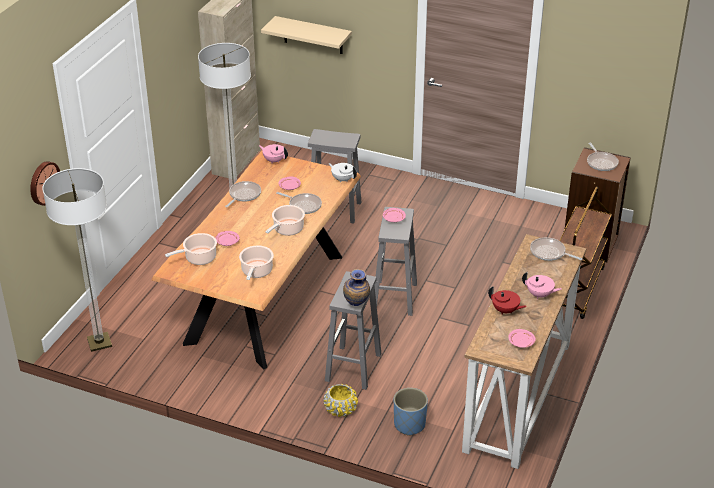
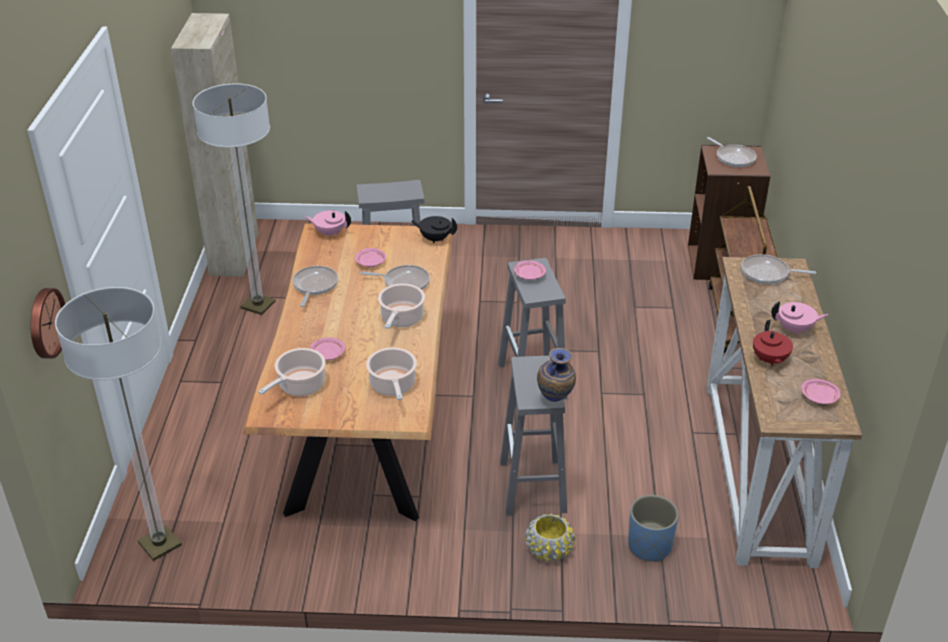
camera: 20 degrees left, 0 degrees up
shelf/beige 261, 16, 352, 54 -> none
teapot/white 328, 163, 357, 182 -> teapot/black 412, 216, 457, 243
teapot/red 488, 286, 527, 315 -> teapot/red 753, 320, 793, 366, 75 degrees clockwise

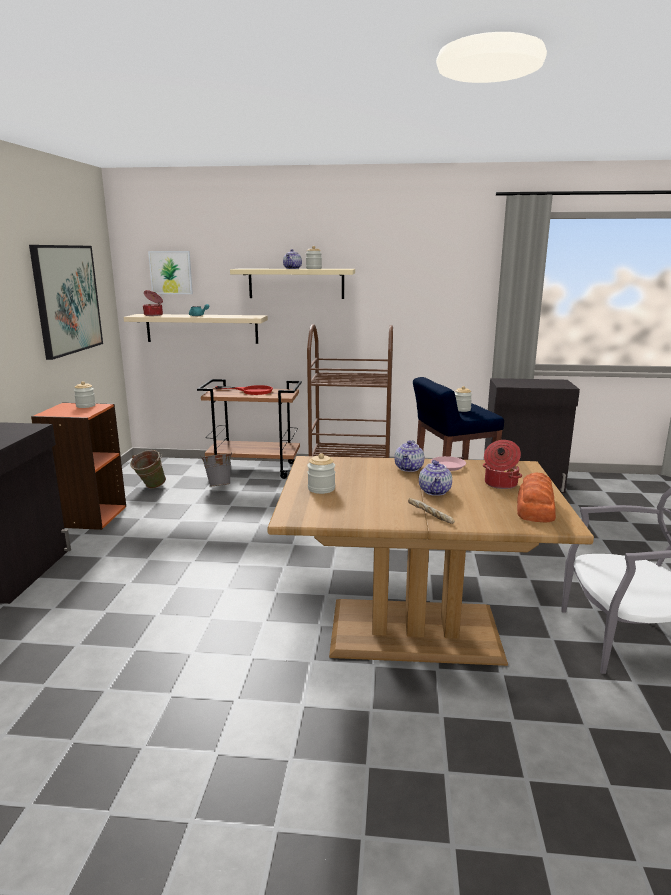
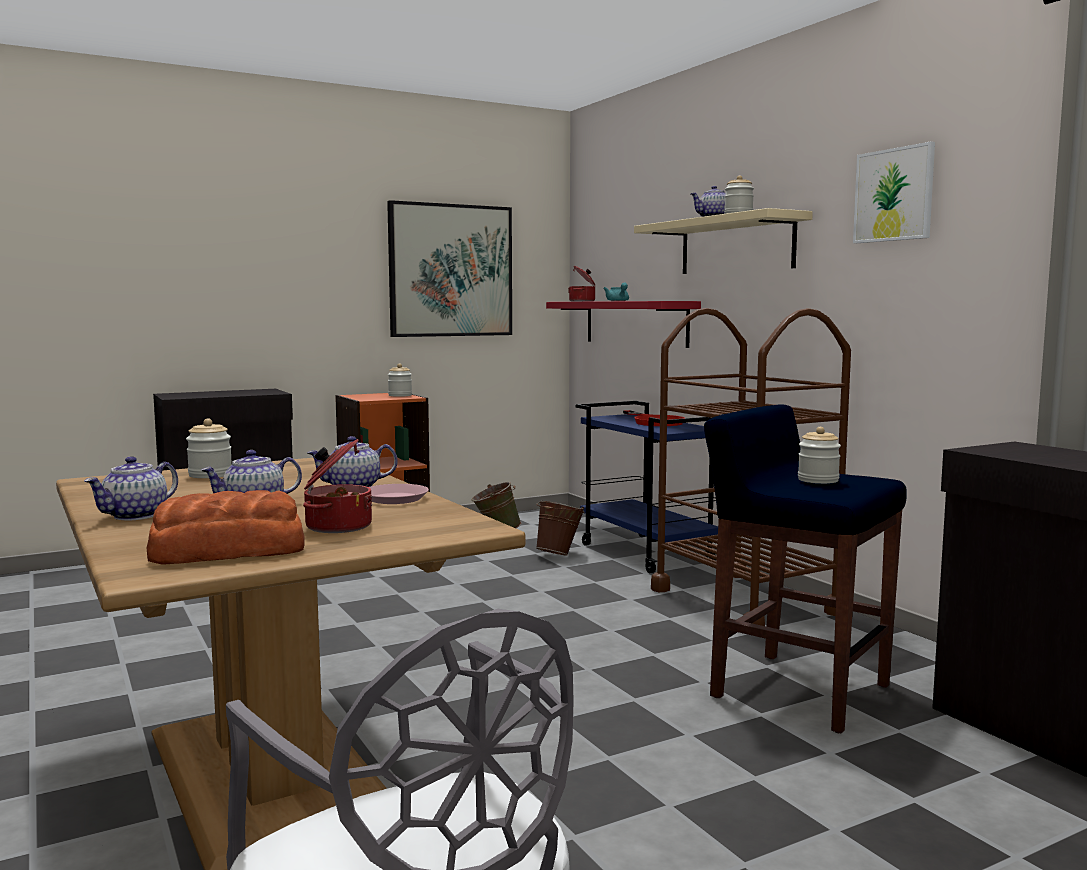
camera: 55 degrees right, 10 degrees down
picture 148, 251, 193, 294 -> picture 853, 141, 935, 243, relocated
shelf/beige 124, 314, 268, 344 -> shelf/red 546, 301, 701, 348
cart/brown 197, 379, 302, 479 -> cart/blue 576, 401, 718, 573
bucket/grey 201, 452, 233, 487 -> bucket/brown 536, 501, 584, 556
bread 408, 498, 455, 524 -> teapot 84, 456, 178, 520

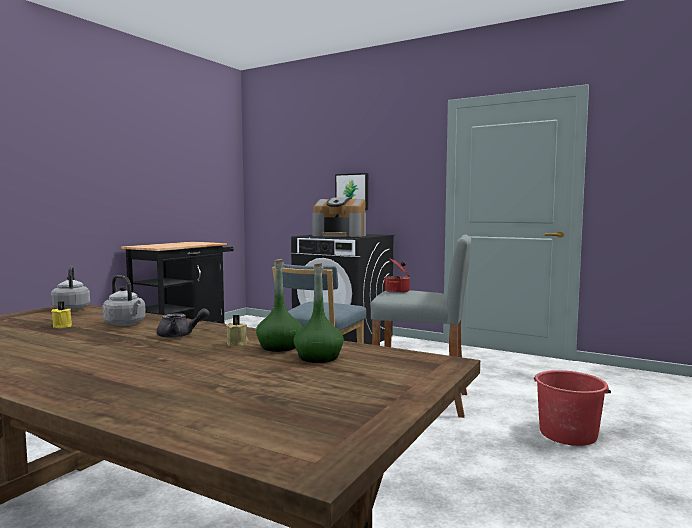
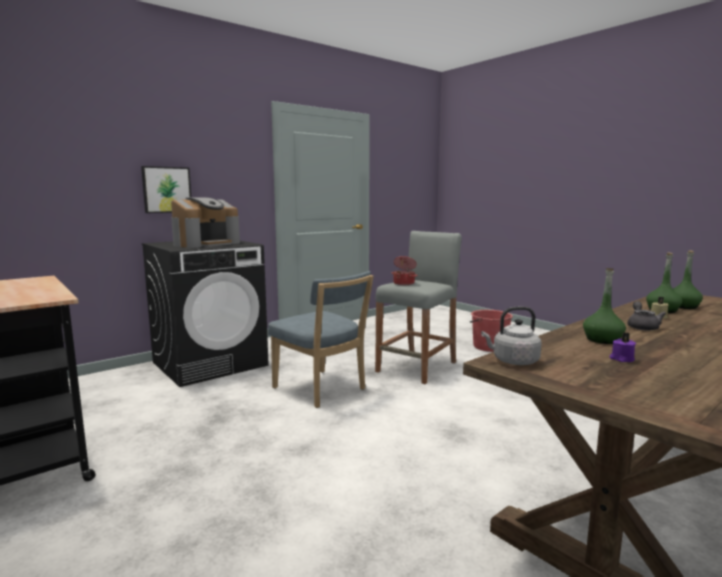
camera: 70 degrees left, 5 degrees up
kettle/grey 102, 275, 146, 326 -> bottle/green 583, 268, 626, 344
candle/yellow 51, 301, 72, 328 -> candle/purple 610, 332, 636, 362

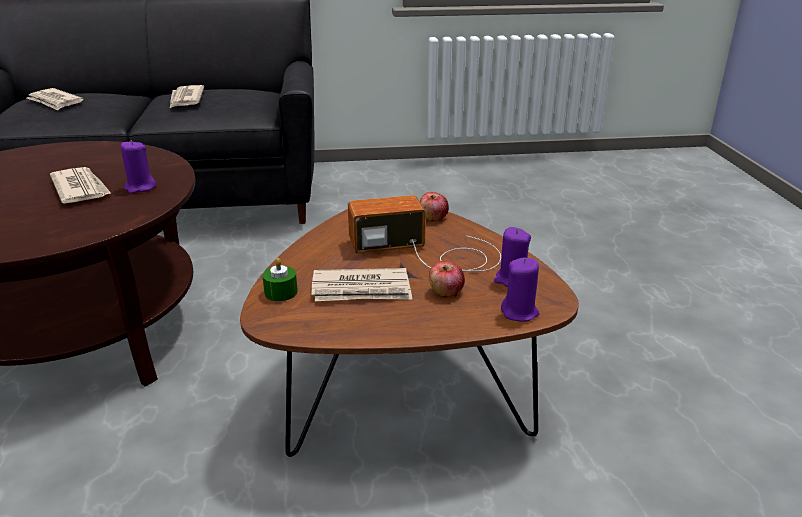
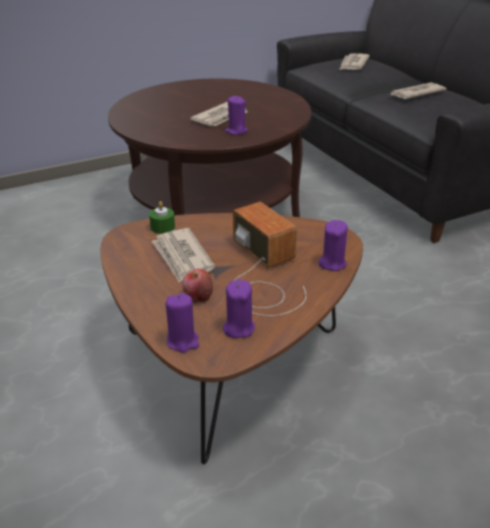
camera: 70 degrees right, 5 degrees up
apple 420, 192, 449, 222 -> candle/purple 319, 220, 348, 271

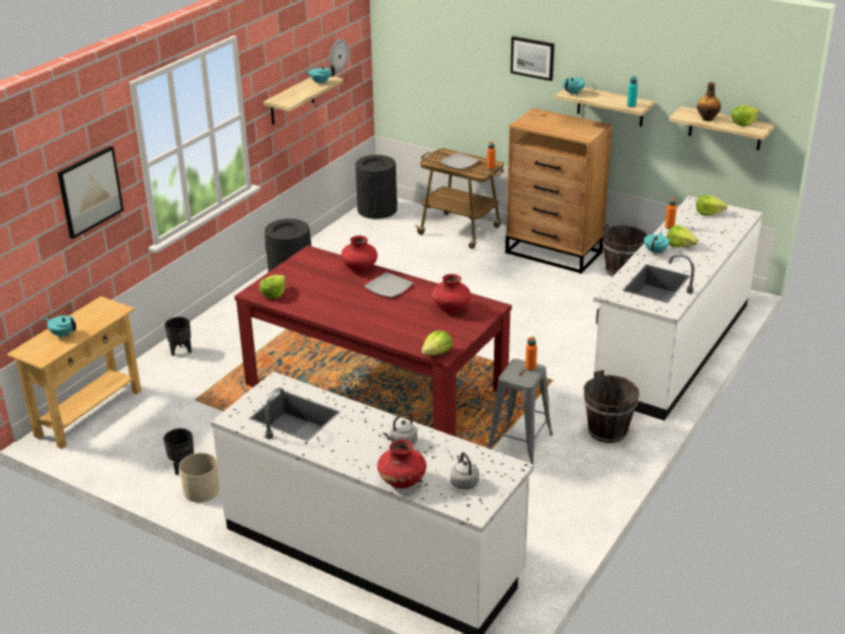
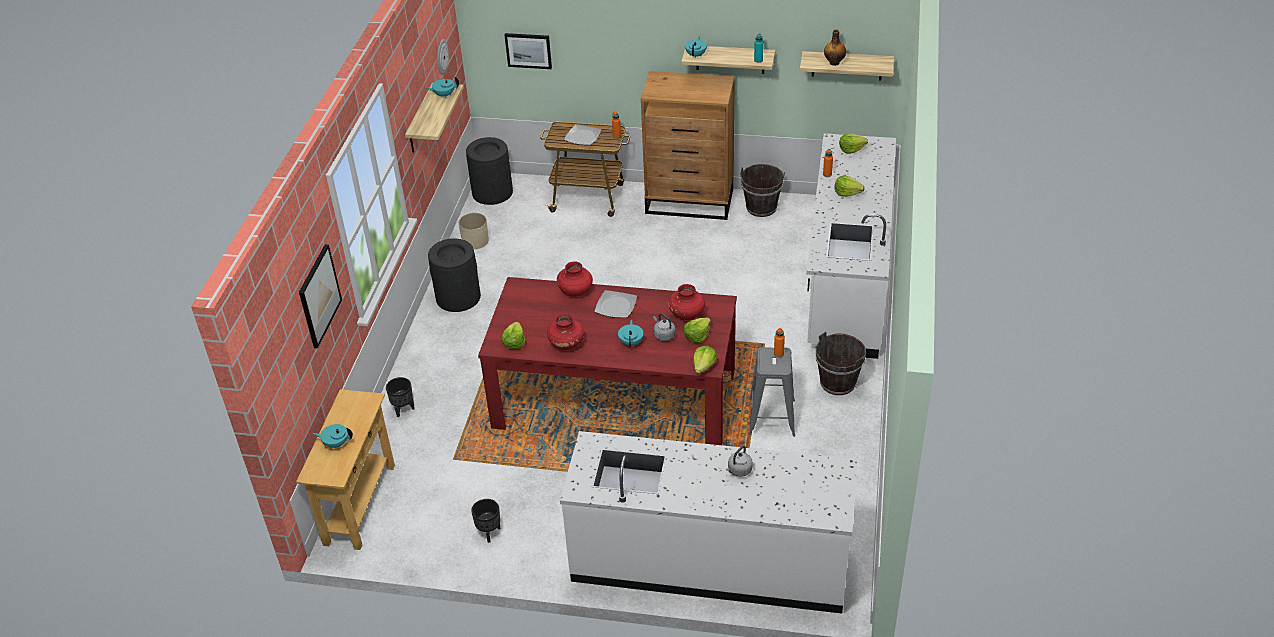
camera: 20 degrees left, 10 degrees up
picture 510, 36, 554, 81 -> picture 505, 33, 552, 69, relocated
lettuce 731, 106, 760, 127 -> lettuce 683, 318, 711, 343, relocated
teapot/turquoise 644, 232, 670, 255 -> teapot/turquoise 618, 320, 644, 348, relocated
vase/red 377, 440, 426, 489 -> vase/red 547, 314, 585, 350, relocated
kettle/grey 451, 452, 479, 490 -> kettle/grey 653, 313, 676, 341, relocated
planter/beige 179, 453, 220, 502 -> planter/beige 459, 213, 489, 249, relocated

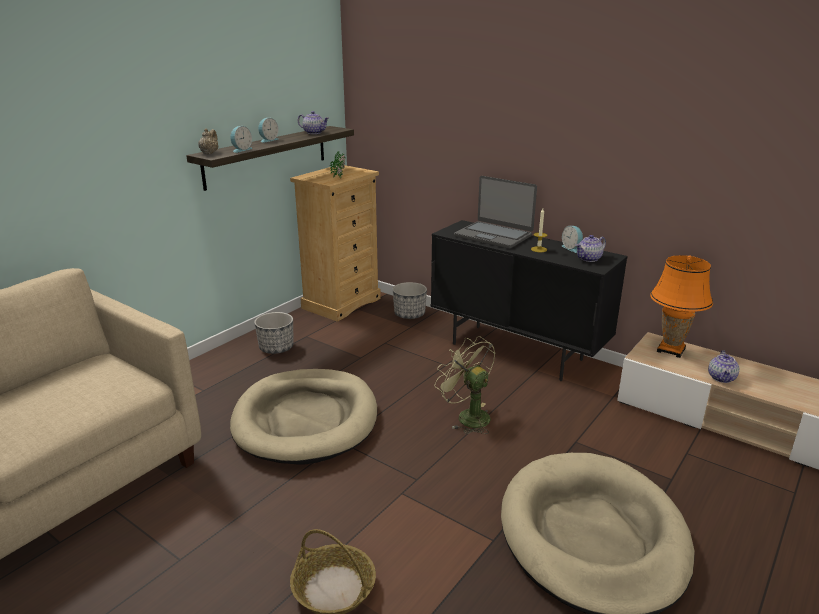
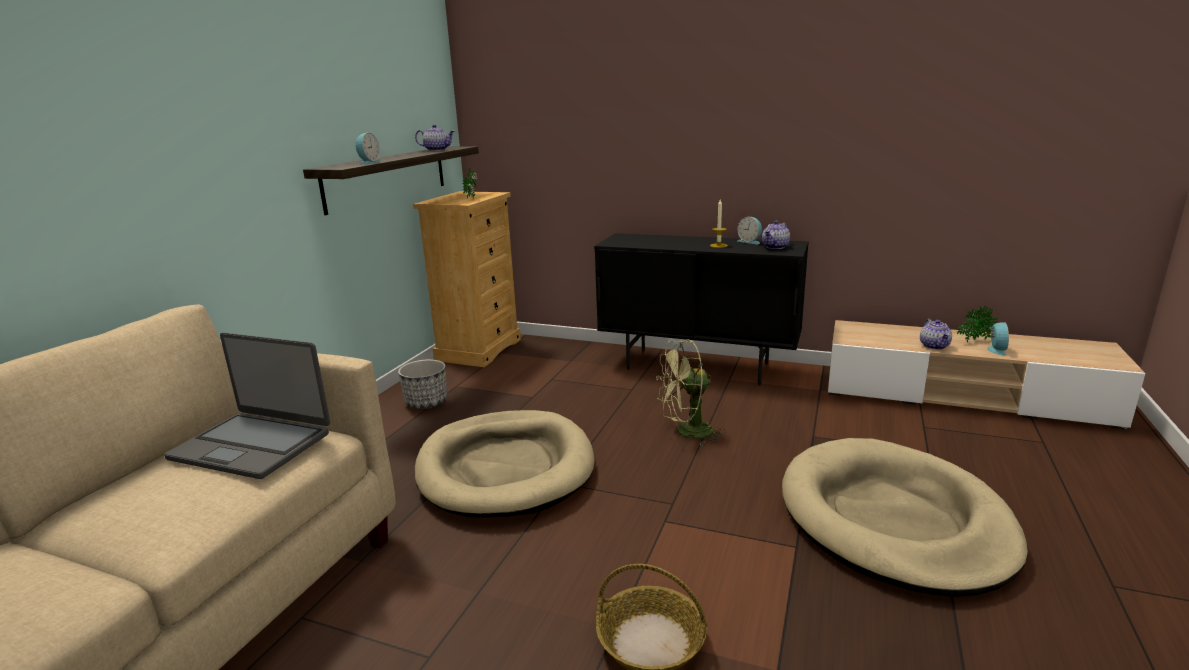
camera: 15 degrees left, 5 degrees down
alarm clock 258, 118, 278, 143 -> alarm clock 987, 322, 1009, 356, relocated
teapot/beige 198, 128, 219, 154 -> none
laptop 454, 176, 537, 249 -> laptop 164, 333, 330, 479, relocated
table lamp/orange 650, 255, 713, 358 -> none
planter 393, 282, 427, 319 -> none
fan/green 434, 336, 495, 434 -> fan/green 657, 340, 726, 446, 45 degrees counterclockwise
none -> potted plant 957, 306, 998, 342

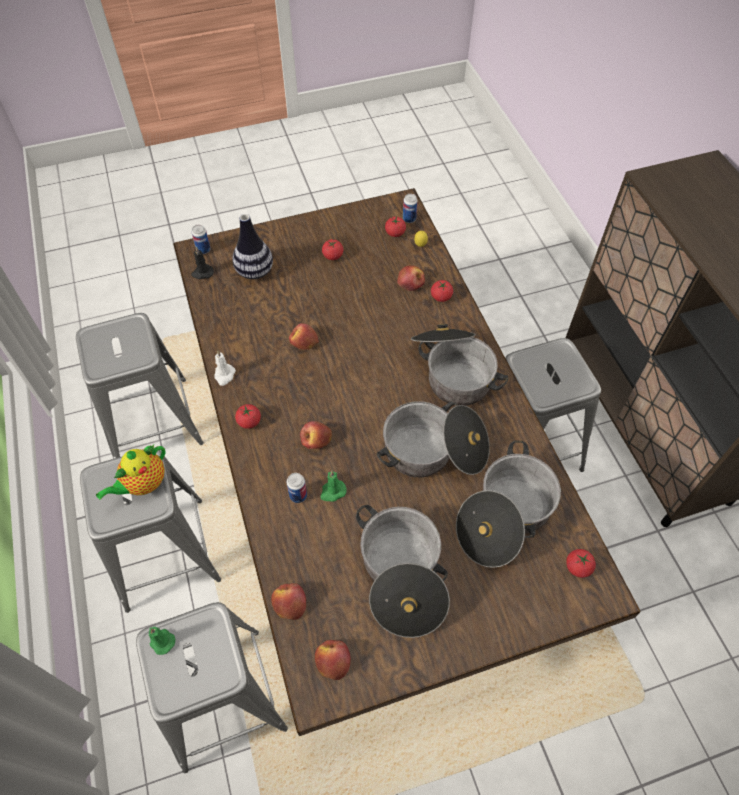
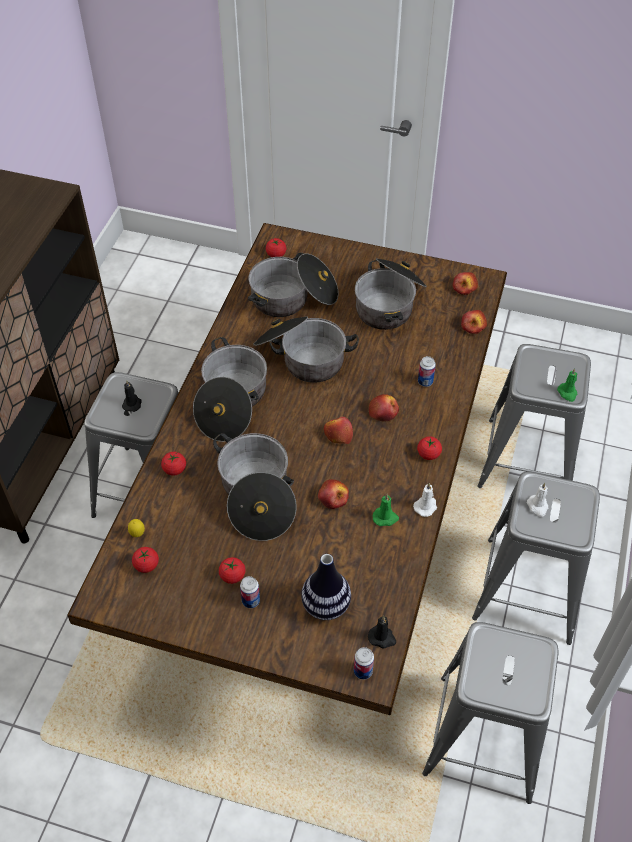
camera: 145 degrees left, 5 degrees down
can 403, 194, 418, 223 -> can 240, 576, 260, 608, relocated
apple 397, 265, 425, 291 -> apple 324, 417, 353, 444, relocated
teapot 96, 445, 166, 500 -> candle/white 527, 483, 548, 517
candle/green 320, 471, 346, 502 -> candle/green 373, 494, 399, 526, relocated
none -> candle/black 122, 381, 141, 412
none -> cooking pot 213, 433, 297, 541

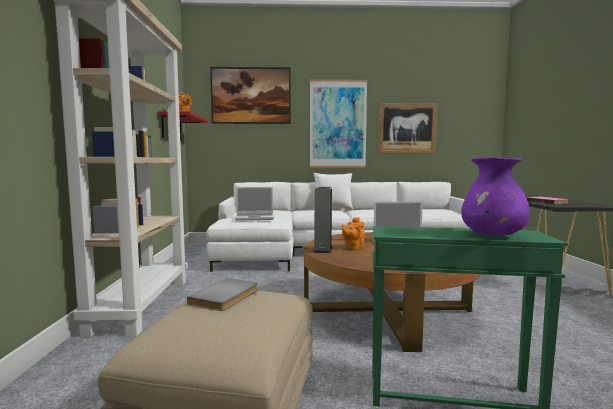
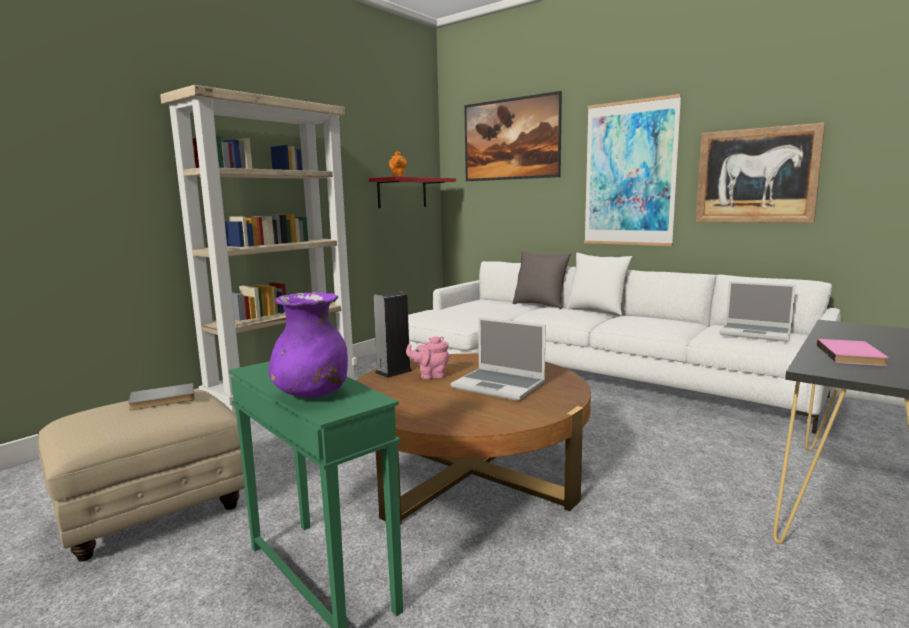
camera: 40 degrees right, 5 degrees up
laptop 235, 187, 274, 221 -> laptop 719, 281, 796, 342, relocated
teapot/orange 342, 217, 365, 250 -> teapot/pink 406, 336, 450, 379
none -> pillow/grey 512, 251, 571, 309

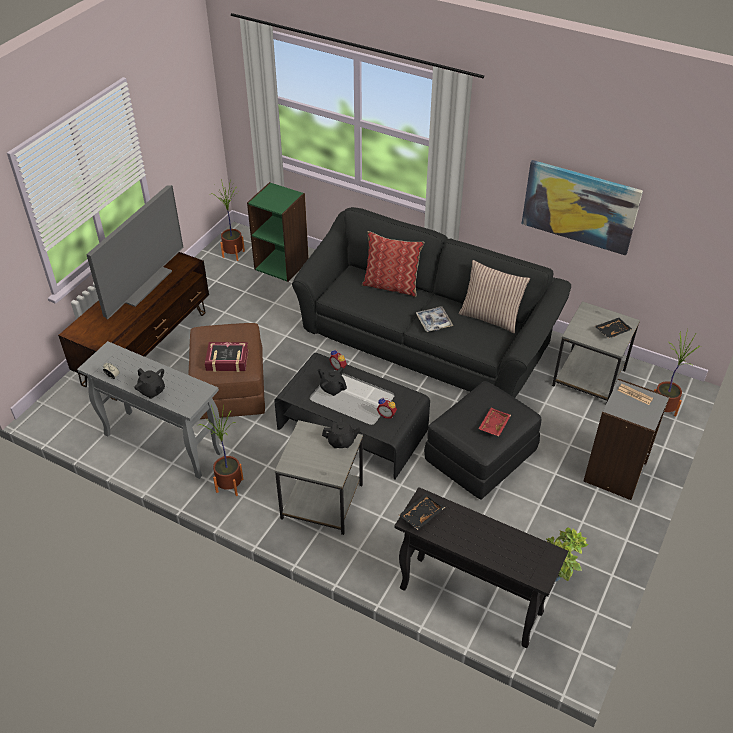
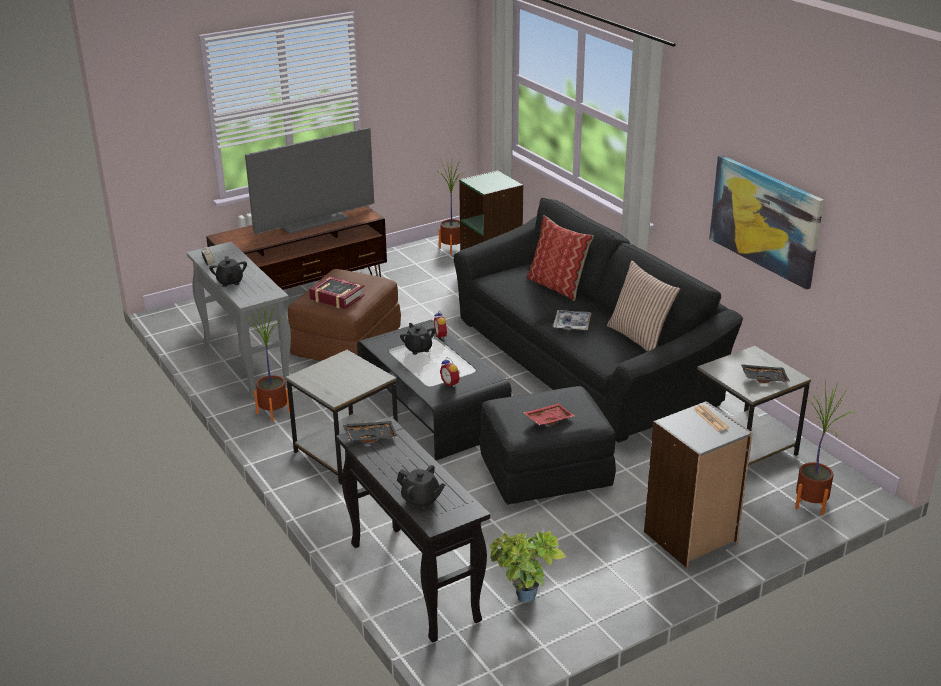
camera: 30 degrees right, 15 degrees down
teapot/black 322, 416, 361, 448 -> teapot/black 397, 465, 446, 509, relocated

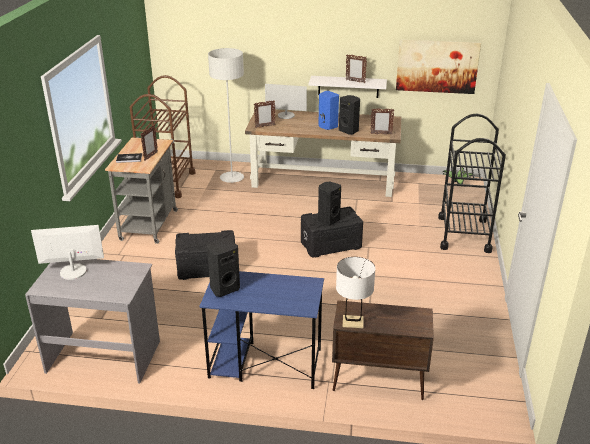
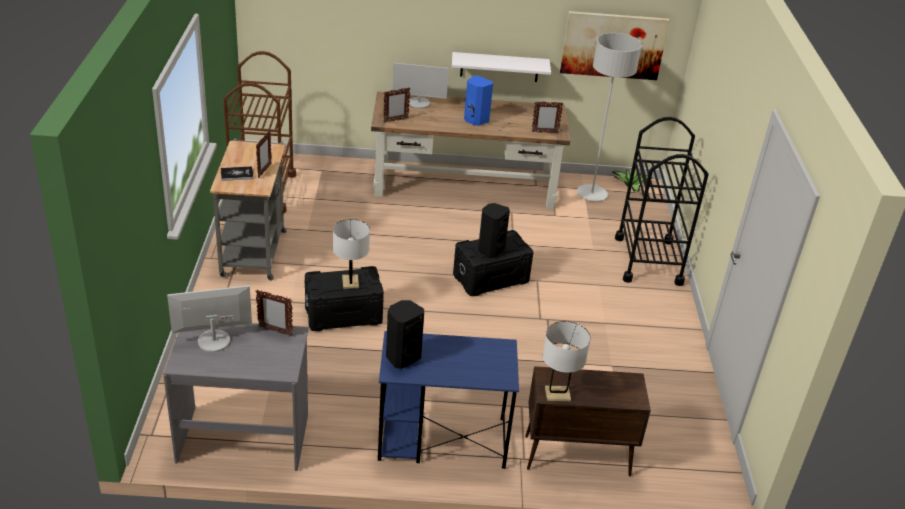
camera: 10 degrees left, 5 degrees up
floor lamp/grey 208, 48, 244, 183 -> floor lamp/grey 577, 33, 642, 201, relocated
picture frame 346, 54, 367, 83 -> picture frame 255, 290, 293, 336, relocated
speaker/black 339, 95, 360, 135 -> none
none -> table lamp/white 333, 219, 370, 289

